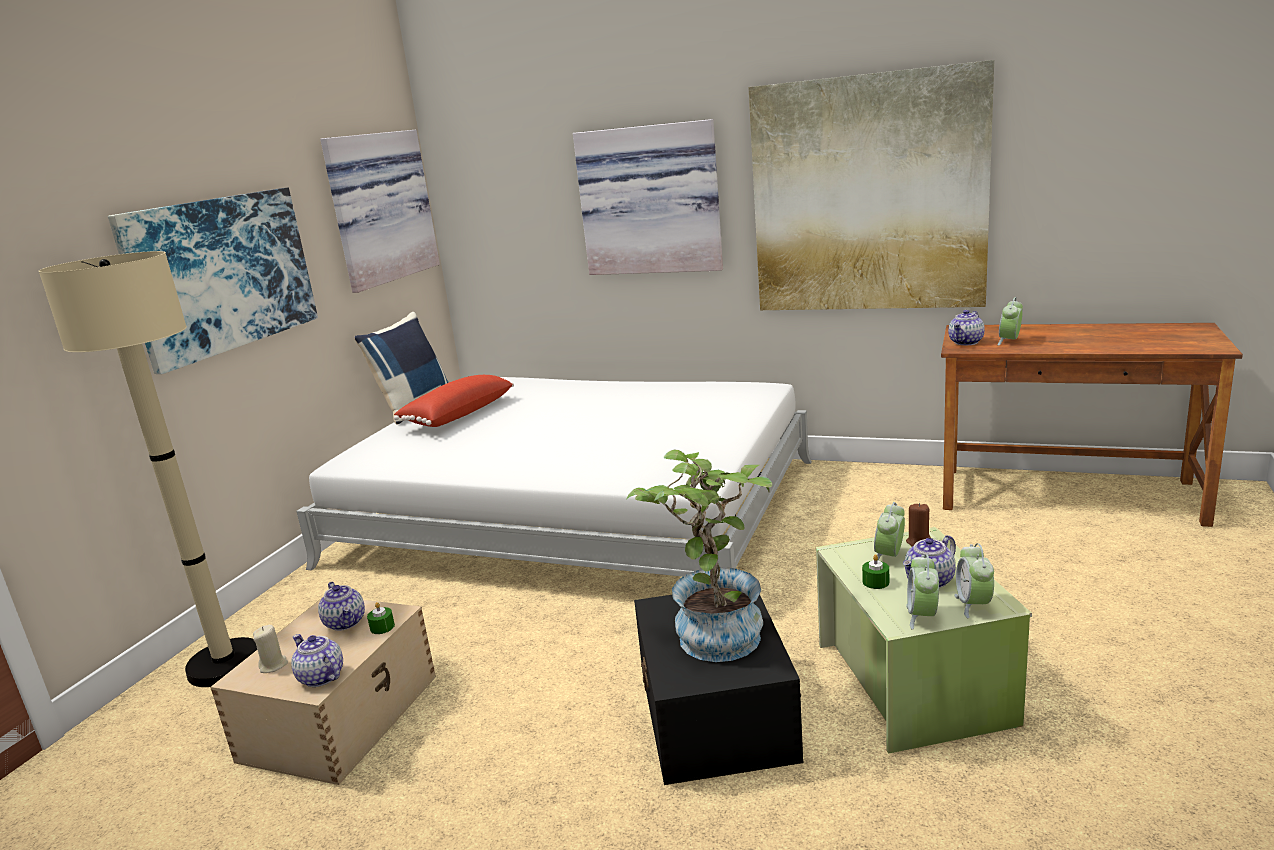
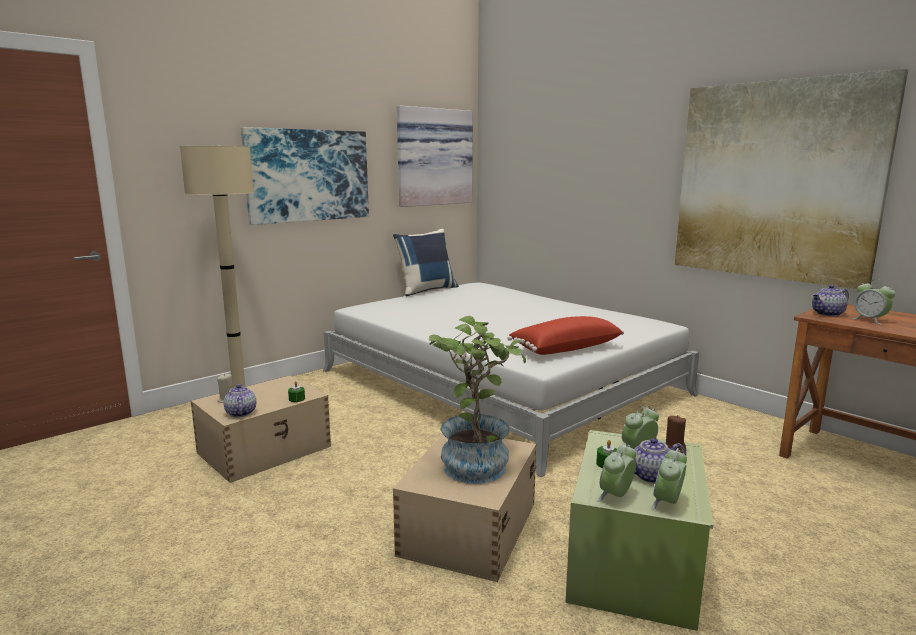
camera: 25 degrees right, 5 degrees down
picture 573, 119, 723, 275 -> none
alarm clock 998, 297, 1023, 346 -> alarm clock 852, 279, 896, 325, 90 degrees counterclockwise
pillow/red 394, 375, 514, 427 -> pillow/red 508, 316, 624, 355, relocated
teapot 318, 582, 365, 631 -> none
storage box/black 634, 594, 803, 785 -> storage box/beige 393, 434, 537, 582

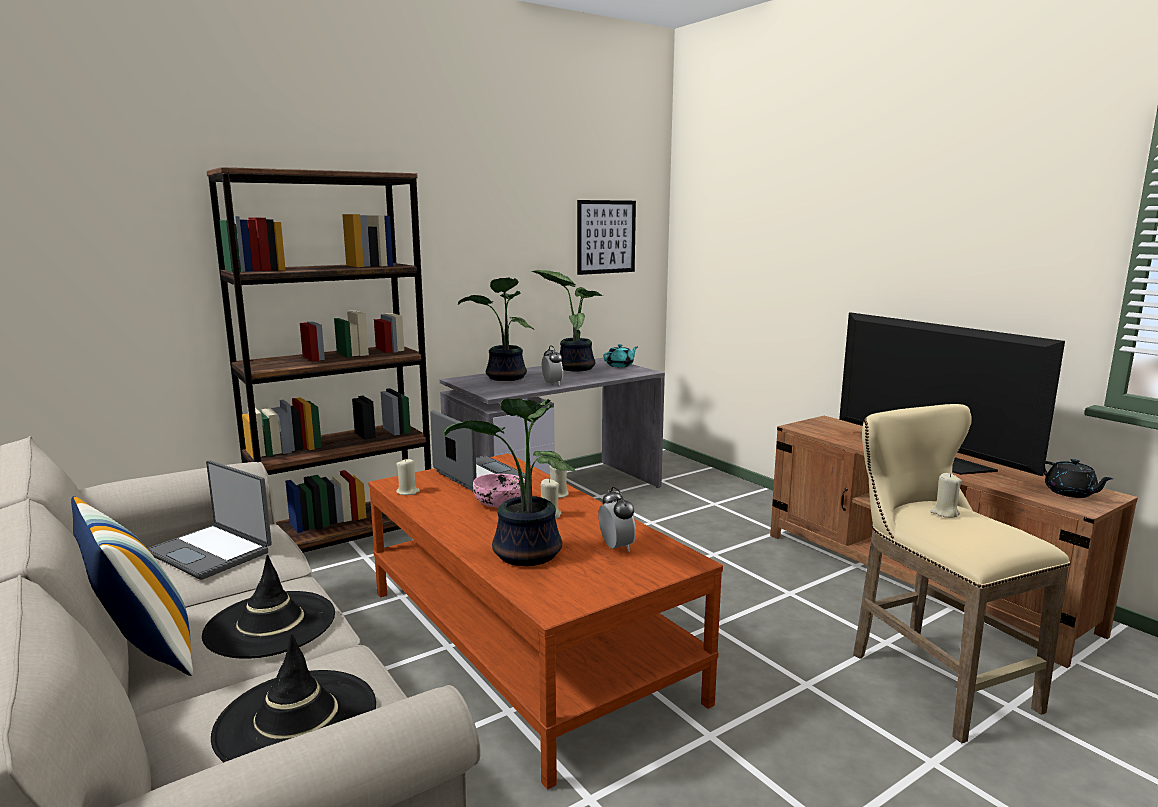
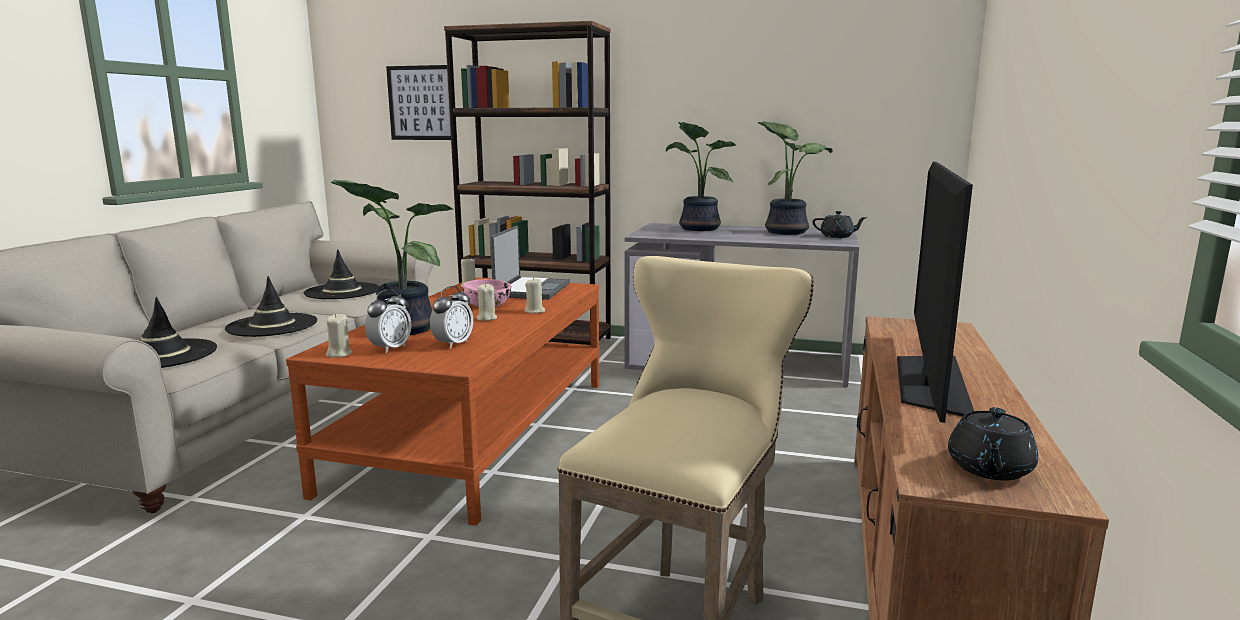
camera: 50 degrees right, 0 degrees up
picture 577, 200, 636, 275 -> picture 386, 65, 451, 140, relocated
teapot/turquoise 603, 344, 637, 367 -> teapot/black 813, 211, 868, 238
alarm clock 542, 346, 563, 386 -> alarm clock 365, 289, 412, 353, relocated
laptop 148, 460, 272, 580 -> hat/black 304, 249, 379, 299
candle/beige 930, 473, 962, 518 -> candle/beige 326, 313, 352, 358, relocated
pillow 71, 496, 193, 676 -> none

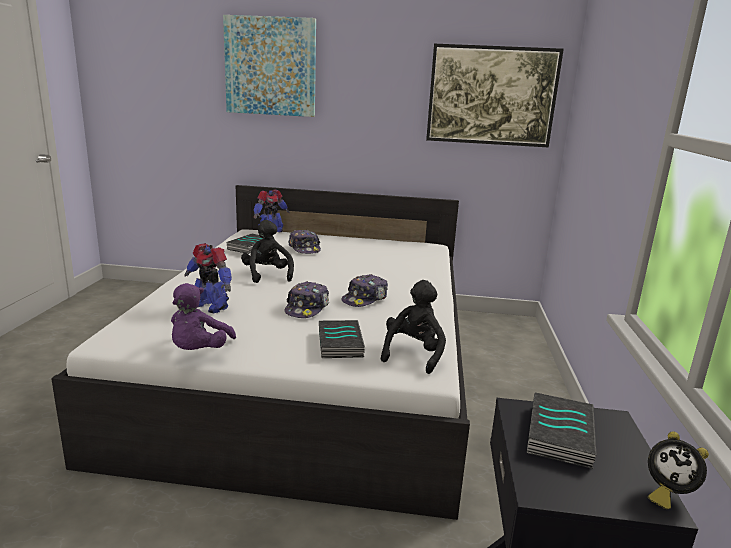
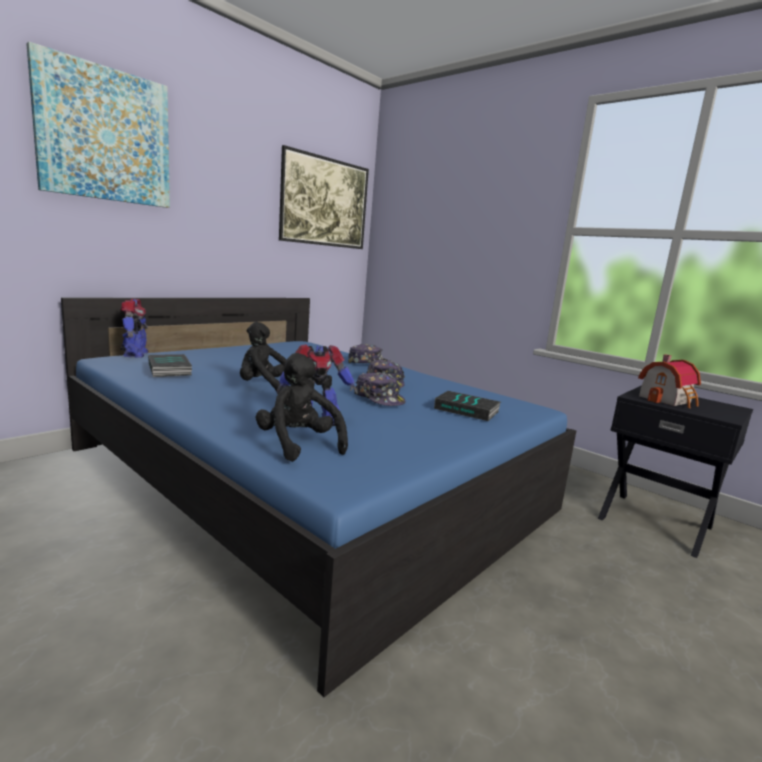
camera: 55 degrees left, 5 degrees down
bed/white 51, 185, 470, 520 -> bed/blue 61, 298, 576, 697
cap 288, 230, 321, 254 -> cap 348, 344, 389, 363, relocated
plush toy/black 381, 280, 446, 374 -> plush toy/black 255, 353, 348, 462, relocated
plush toy/purple 171, 283, 236, 350 -> none
book 527, 393, 597, 469 -> toy house 638, 354, 701, 408
alarm clock 648, 431, 709, 510 -> none

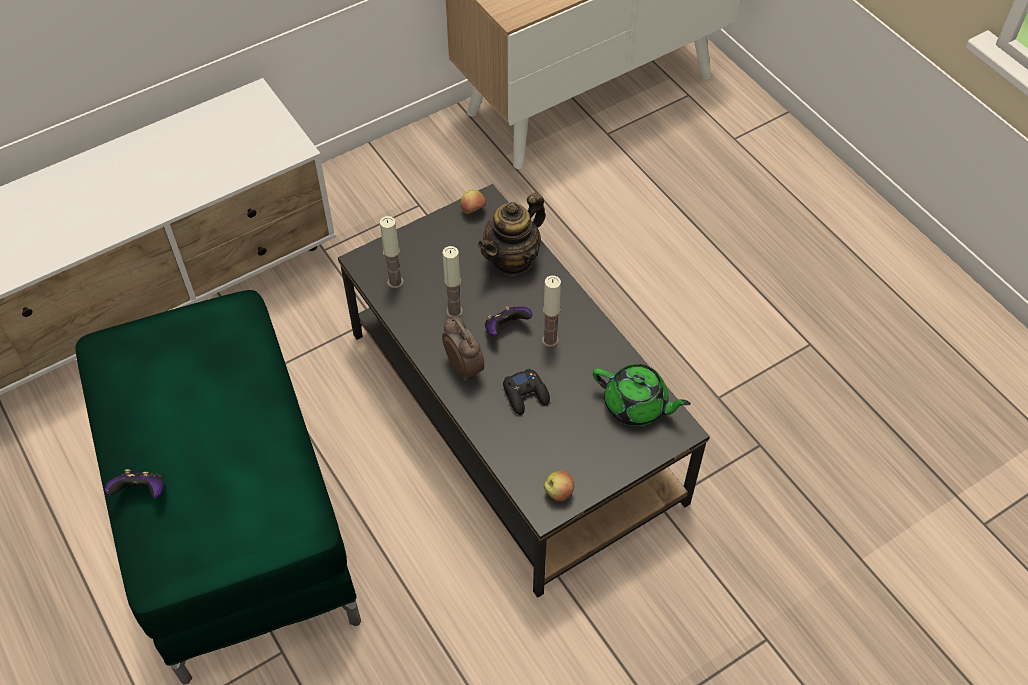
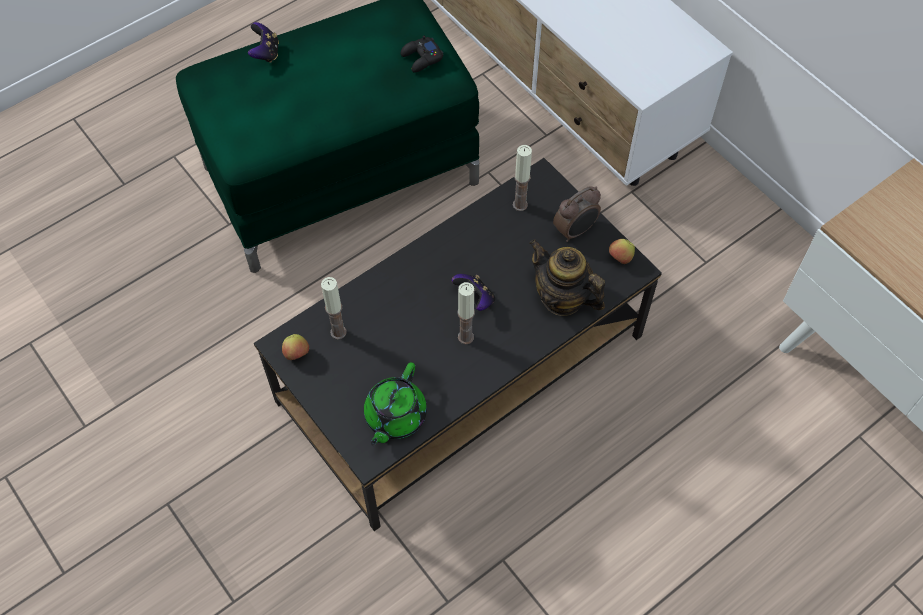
camera: 85 degrees right, 5 degrees up
candle 442, 246, 463, 317 -> candle 321, 277, 346, 339, relocated
alarm clock 442, 315, 484, 381 -> alarm clock 553, 186, 601, 242, relocated
game controller/black 503, 368, 550, 415 -> game controller/black 401, 36, 444, 73, relocated

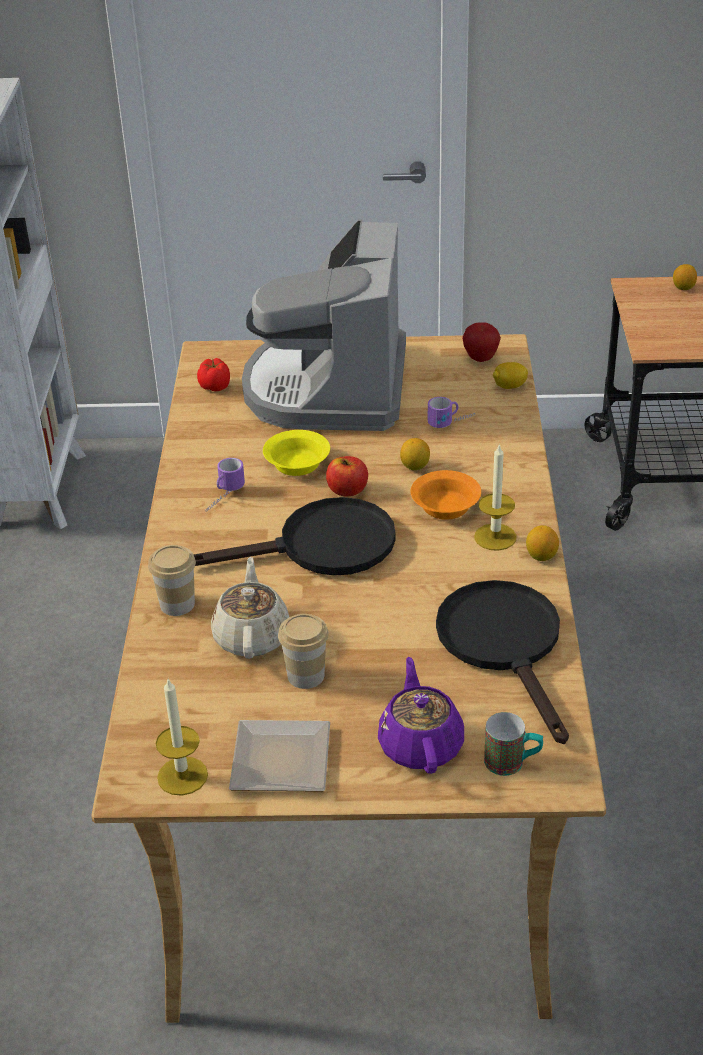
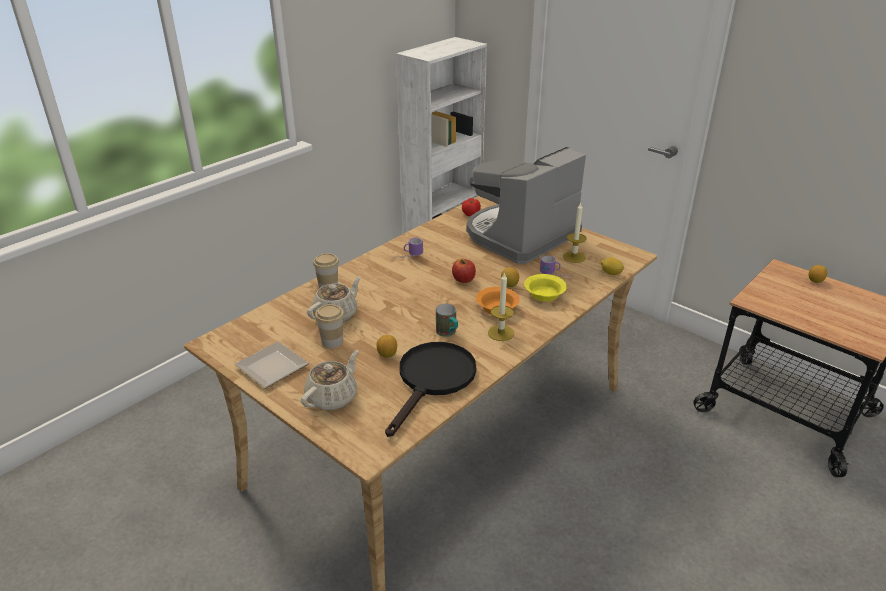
camera: 40 degrees right, 5 degrees down
apple 462, 322, 501, 362 -> none
bowl/yellow 263, 430, 330, 476 -> bowl/yellow 524, 274, 567, 302, relocated
frying pan/black 194, 497, 396, 576 -> none
lemon 526, 525, 559, 561 -> lemon 376, 335, 397, 358, relocated
teapot/purple 378, 657, 464, 774 -> teapot/beige 301, 350, 359, 410
candle 156, 679, 208, 796 -> candle 563, 202, 586, 263, relocated
mug 484, 712, 543, 776 -> mug 436, 304, 458, 337, relocated

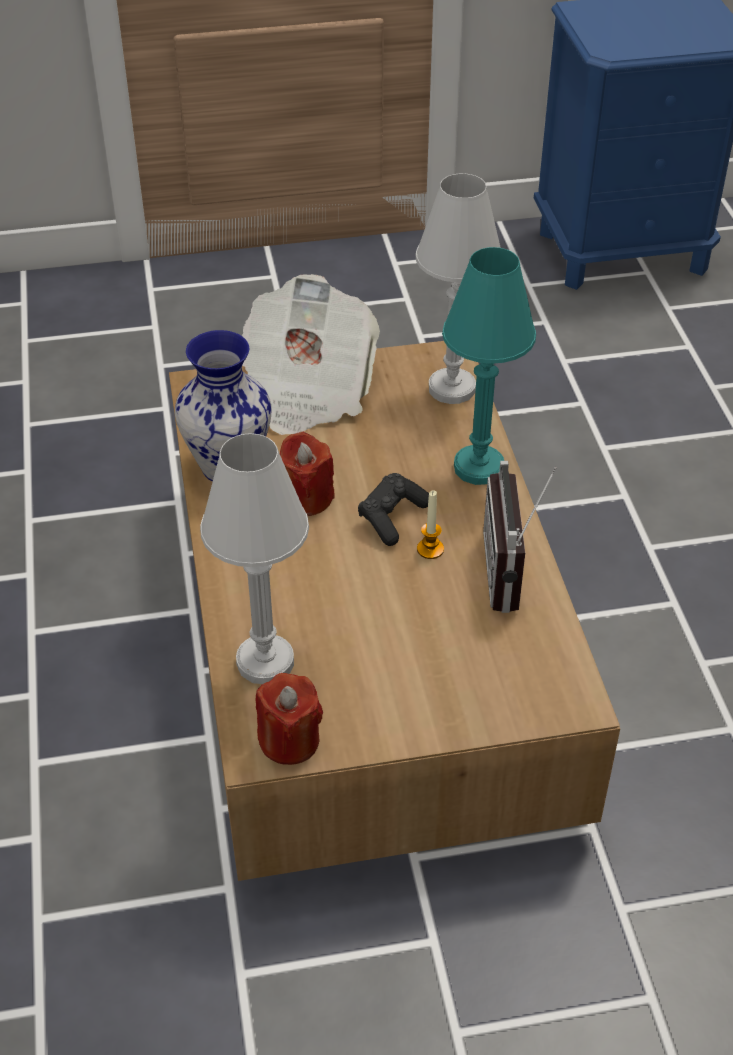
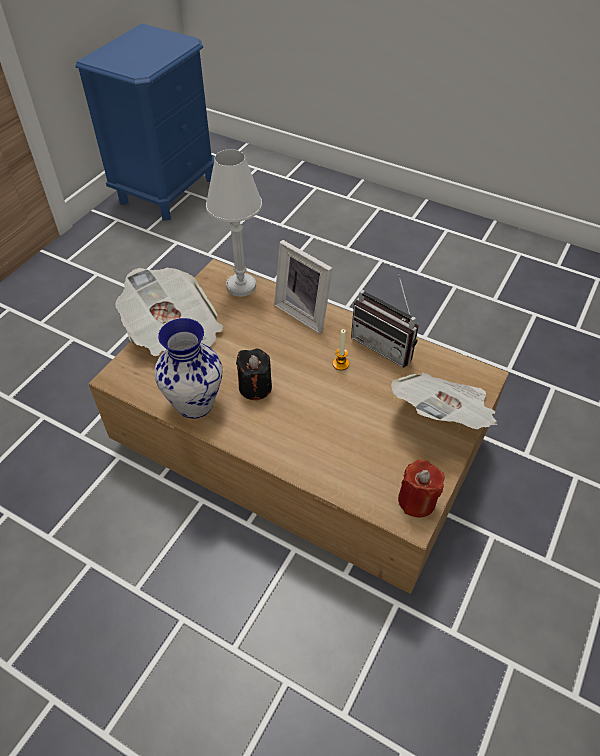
camera: 50 degrees left, 5 degrees up
table lamp/turquoise 442, 247, 536, 485 -> picture frame 274, 240, 333, 334
candle/red 280, 432, 335, 516 -> candle/black 236, 349, 272, 400
table lamp/white 200, 433, 309, 684 -> none
game controller/black 358, 473, 429, 546 -> none
none -> newspaper 391, 372, 497, 429

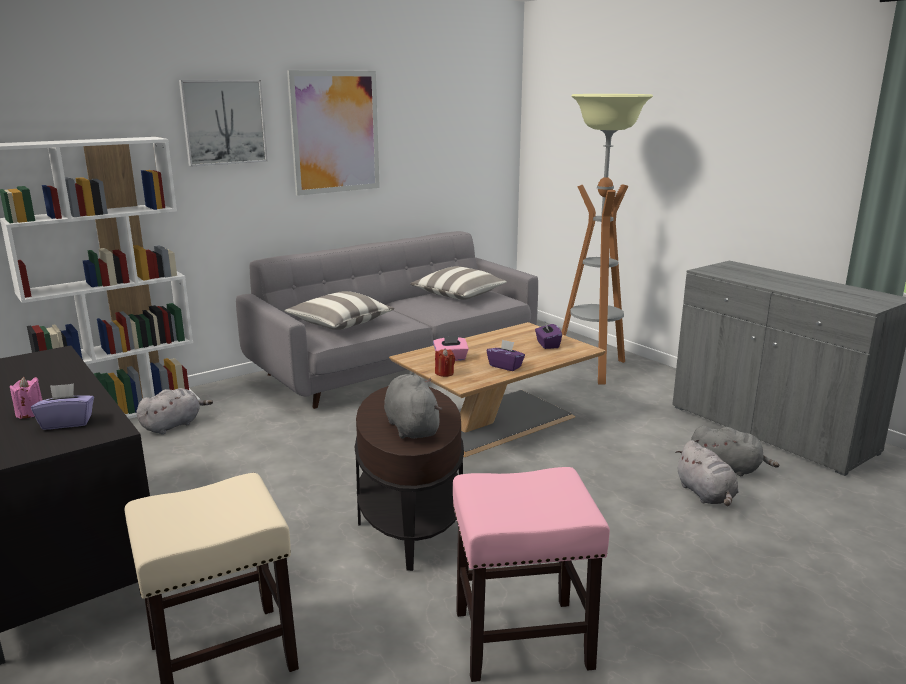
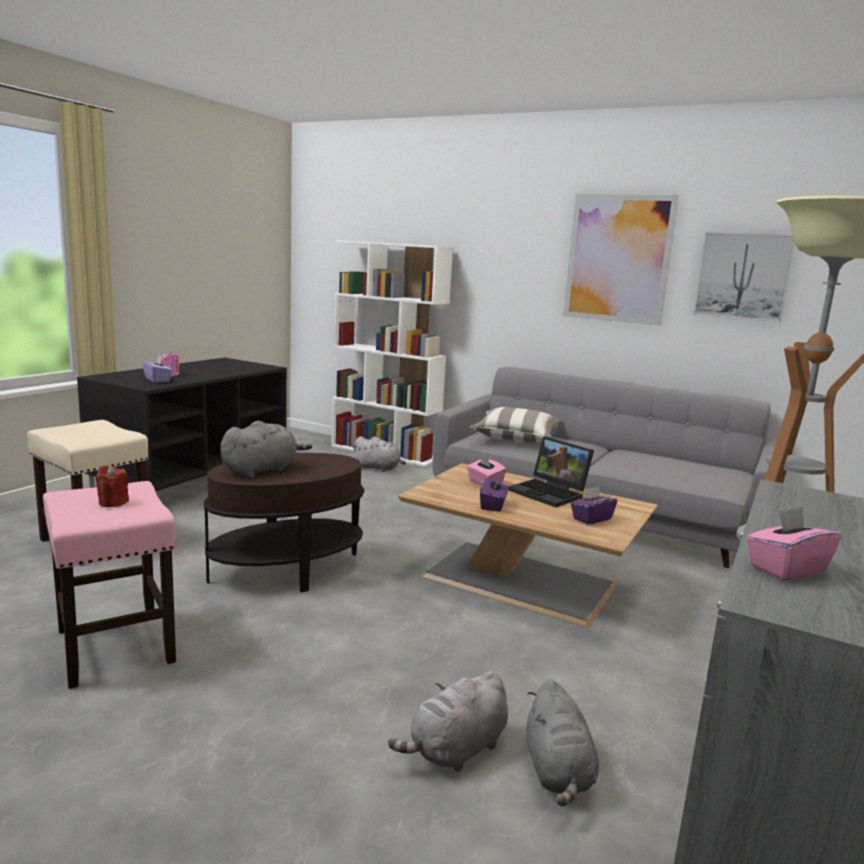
camera: 65 degrees right, 5 degrees down
picture 179, 80, 268, 166 -> picture 693, 232, 795, 322, relocated
pillow 410, 266, 507, 300 -> none
candle/red 435, 348, 455, 377 -> candle/red 96, 465, 129, 507, relocated
none -> laptop 508, 436, 594, 507
none -> tissue box/pink 746, 506, 841, 581

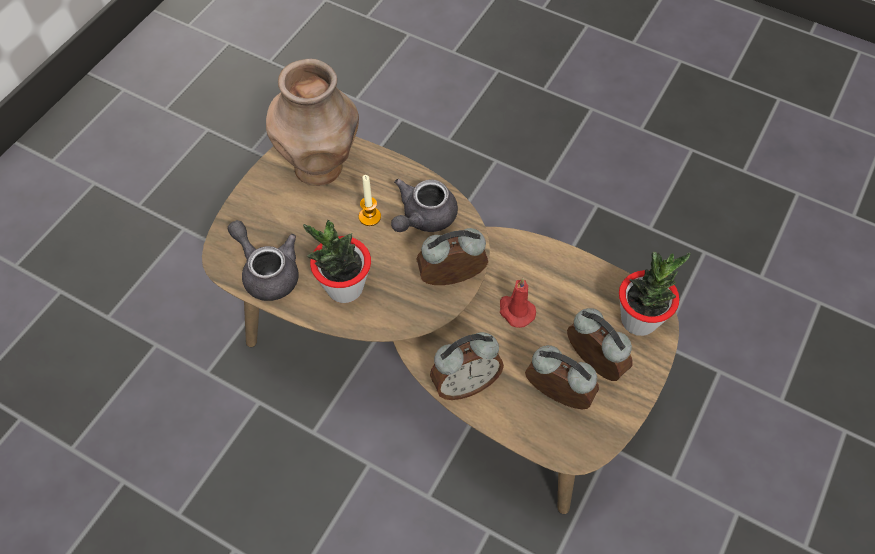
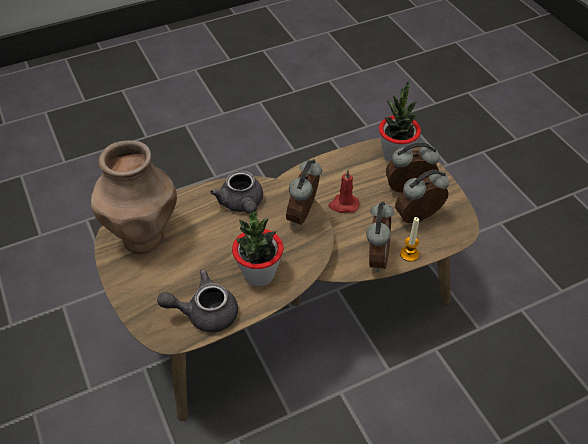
camera: 55 degrees left, 10 degrees down
candle 359, 175, 381, 226 -> candle 400, 217, 419, 262, relocated

